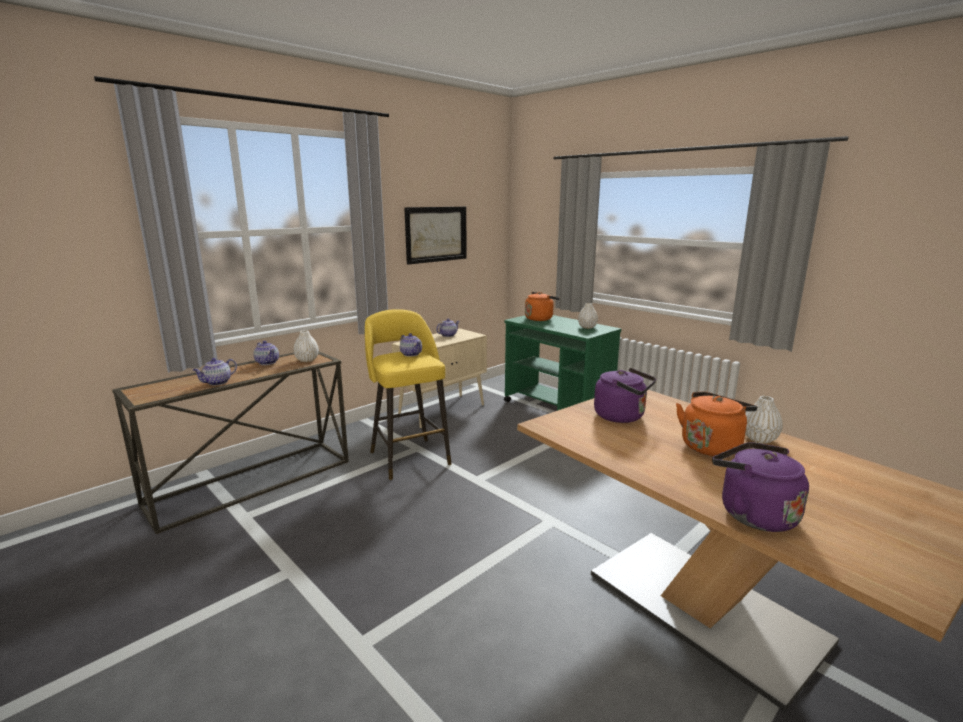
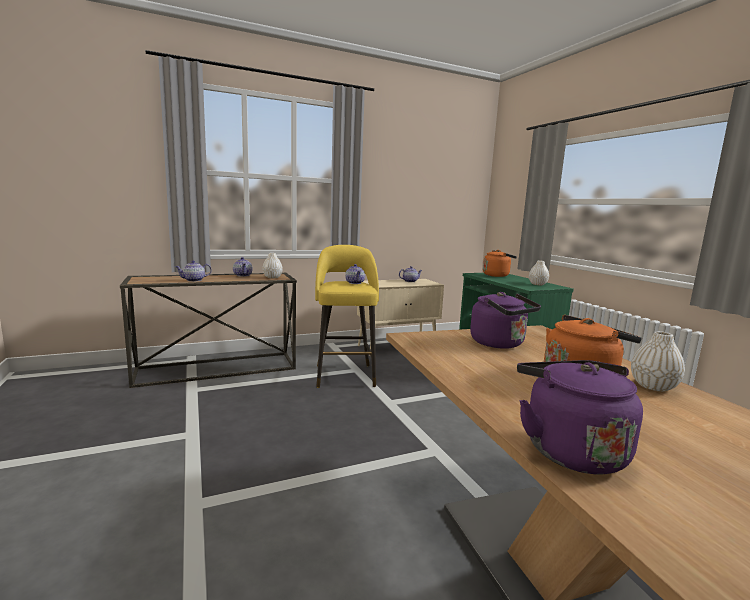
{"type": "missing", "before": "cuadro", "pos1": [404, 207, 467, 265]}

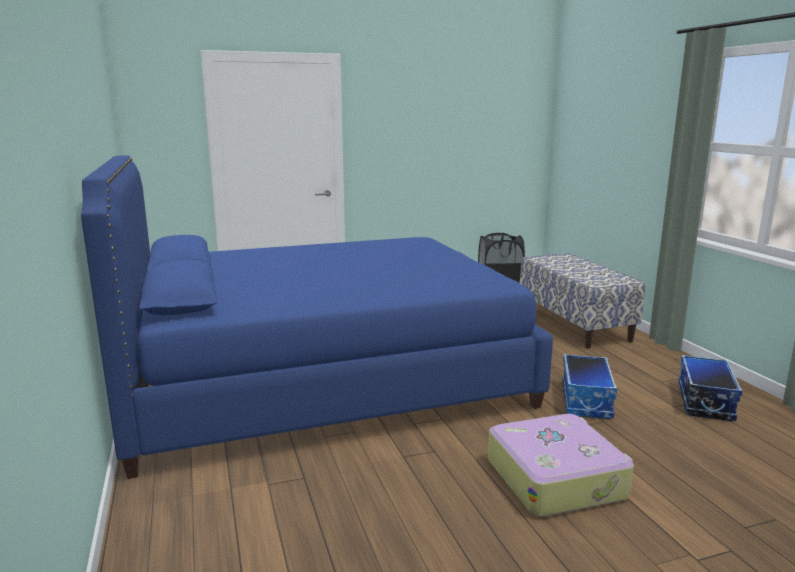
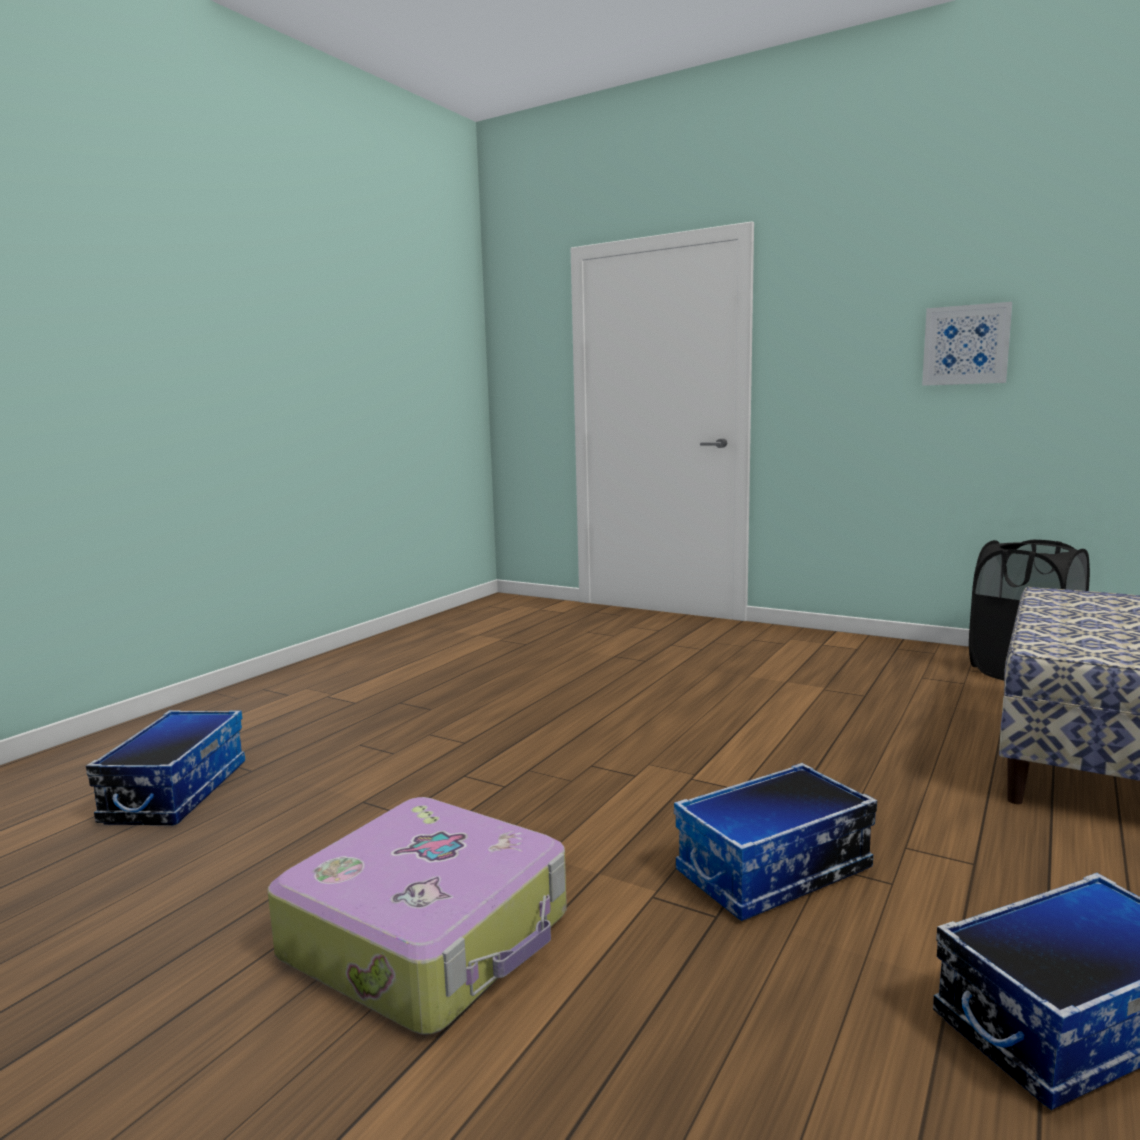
{"type": "appeared", "after": "caja de almacenaje", "pos2": [86, 710, 245, 825]}
{"type": "appeared", "after": "cuadro", "pos2": [922, 302, 1012, 386]}
{"type": "missing", "before": "cama (azul)", "pos1": [81, 156, 553, 479]}

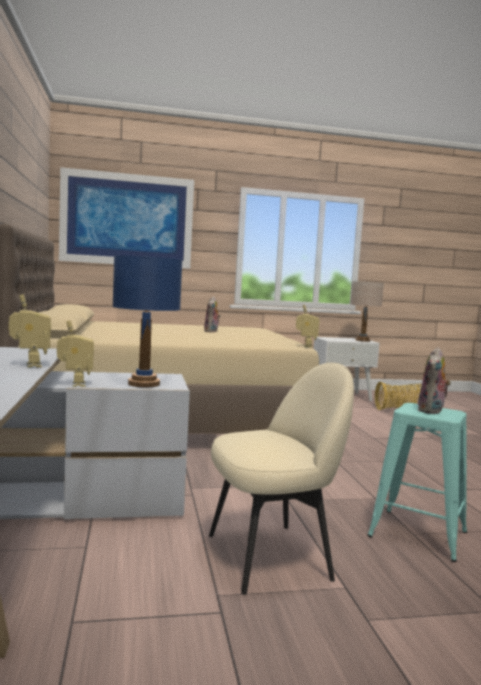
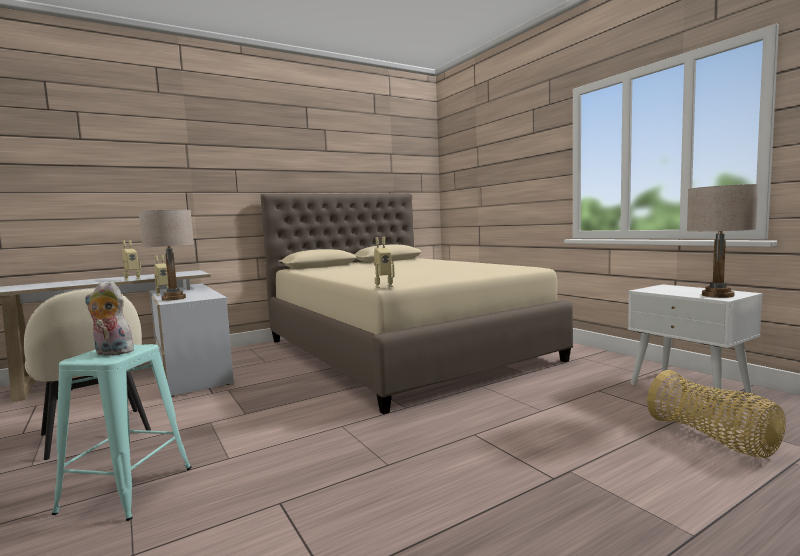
{"type": "colour", "before": "lámpara de mesa (azul)", "after": "lámpara de mesa (beis)", "pos1": [112, 255, 183, 387], "pos2": [138, 210, 194, 301]}
{"type": "missing", "before": "cuadro", "pos1": [59, 167, 194, 269]}
{"type": "missing", "before": "peluche", "pos1": [204, 296, 221, 332]}

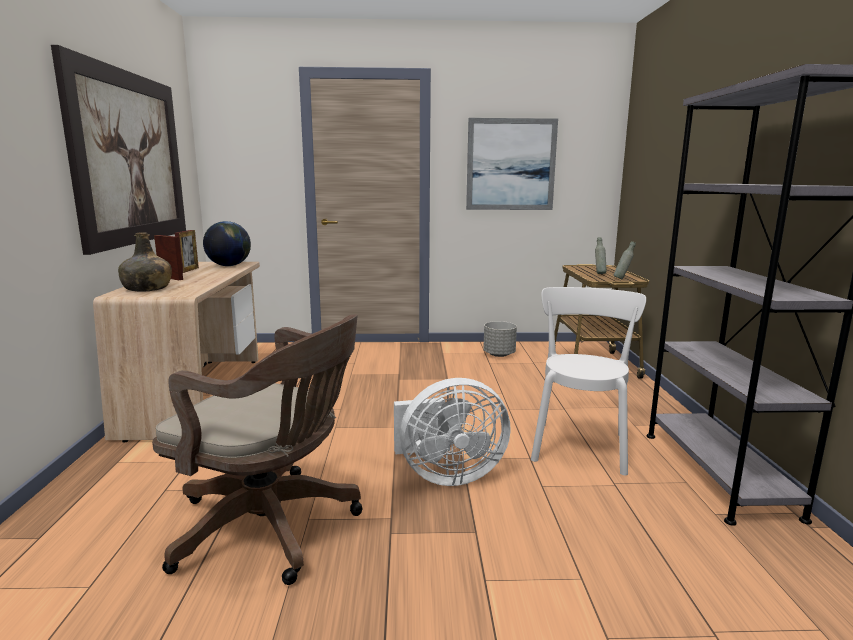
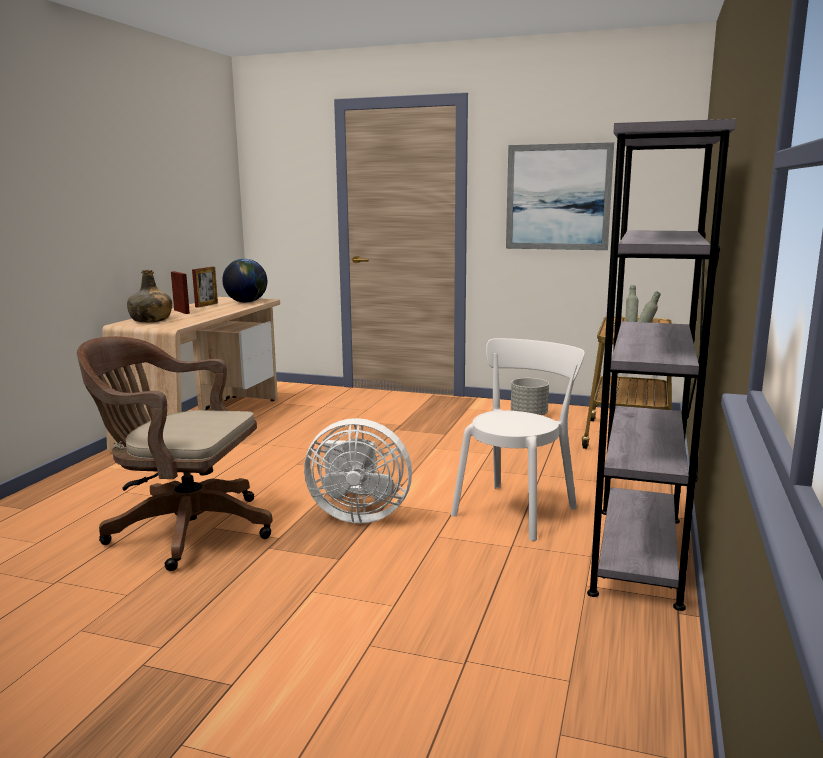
{"type": "spun", "before": "silla de oficina (marrón)", "pos1": [152, 314, 363, 585], "pos2": [77, 336, 273, 571], "turn": 150}
{"type": "missing", "before": "cuadro", "pos1": [51, 45, 186, 255]}

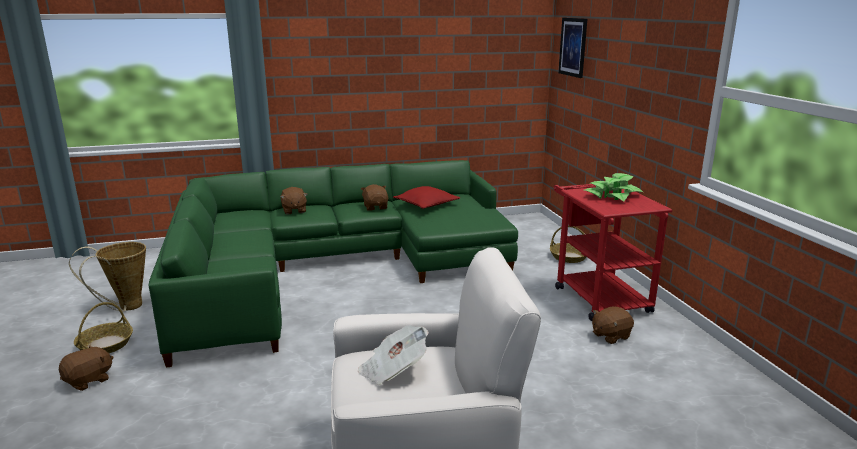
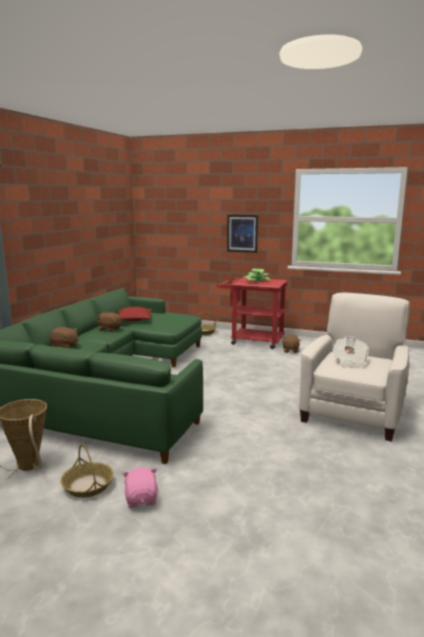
{"type": "colour", "before": "peluche (marrón)", "after": "peluche (rosa)", "pos1": [59, 345, 113, 391], "pos2": [122, 467, 158, 508]}
{"type": "relocated", "before": "cuadro", "pos1": [558, 18, 587, 78], "pos2": [227, 215, 258, 253]}

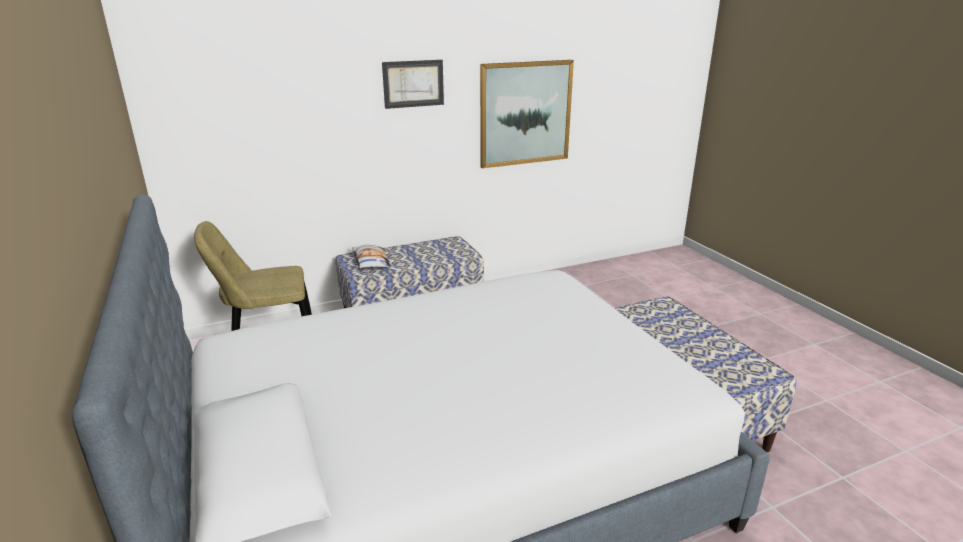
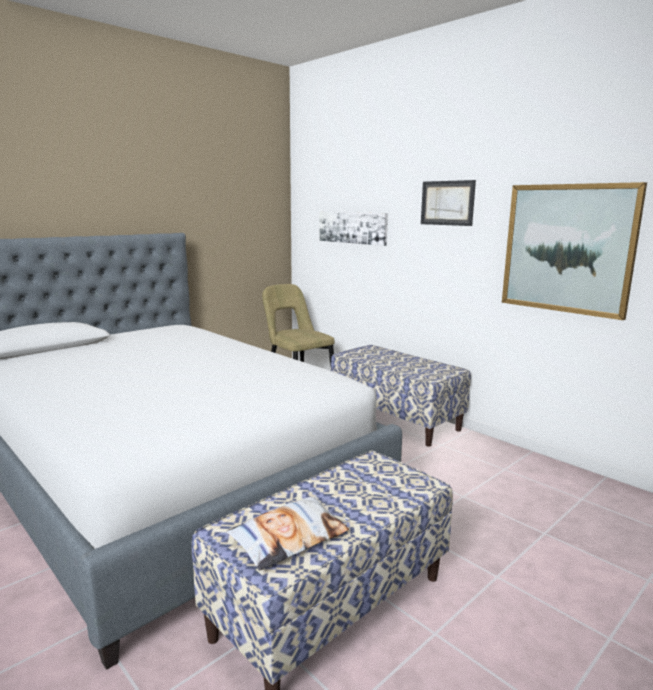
{"type": "relocated", "before": "cojín", "pos1": [352, 245, 391, 268], "pos2": [226, 496, 349, 571]}
{"type": "appeared", "after": "cuadro", "pos2": [319, 212, 388, 246]}

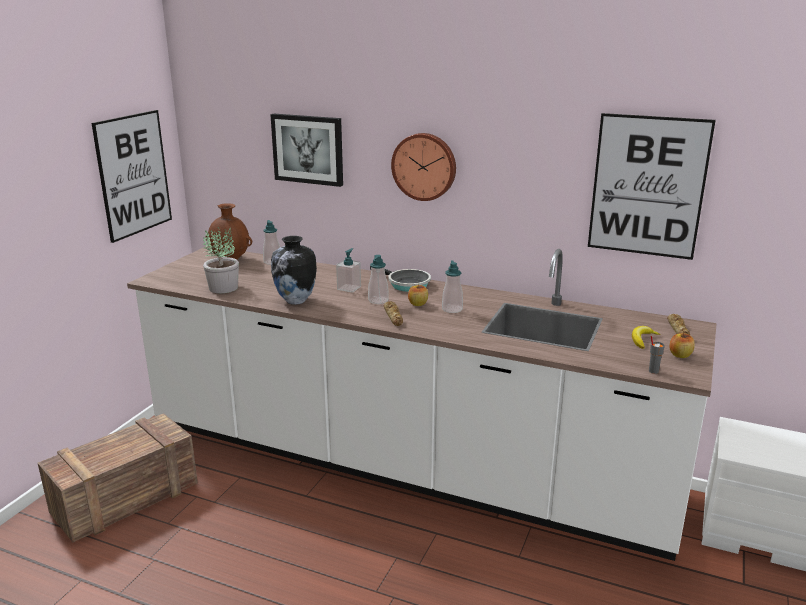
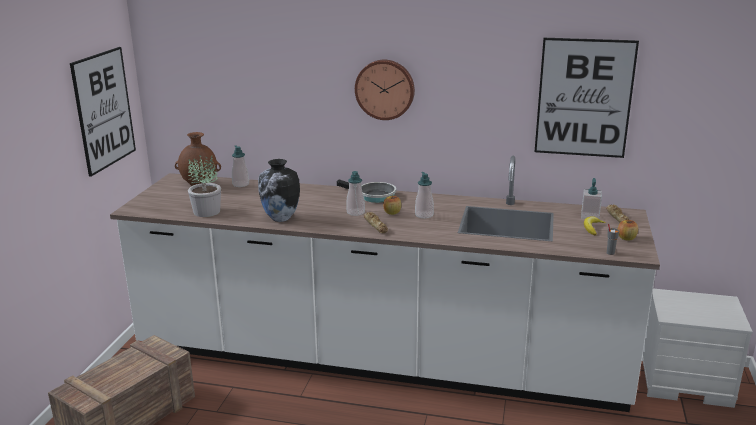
{"type": "relocated", "before": "dispensador de jabón", "pos1": [336, 248, 361, 293], "pos2": [581, 178, 602, 219]}
{"type": "missing", "before": "cuadro", "pos1": [270, 114, 343, 187]}

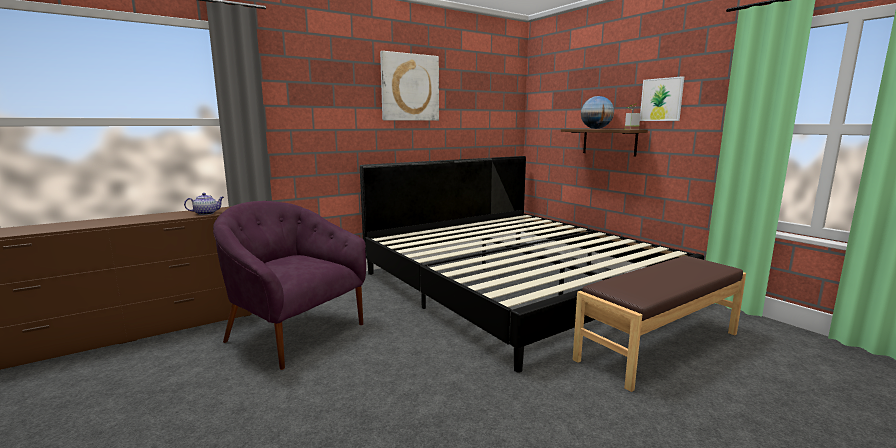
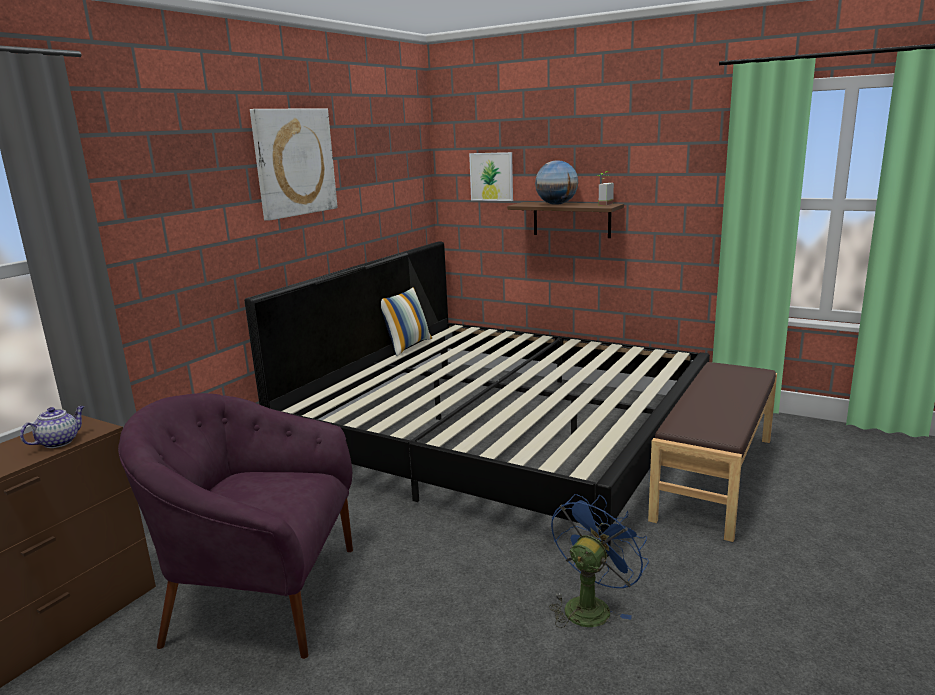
{"type": "appeared", "after": "cojín", "pos2": [381, 287, 432, 356]}
{"type": "relocated", "before": "cuadro", "pos1": [640, 76, 684, 121], "pos2": [469, 152, 513, 201]}
{"type": "appeared", "after": "ventilador (azul)", "pos2": [549, 494, 649, 628]}

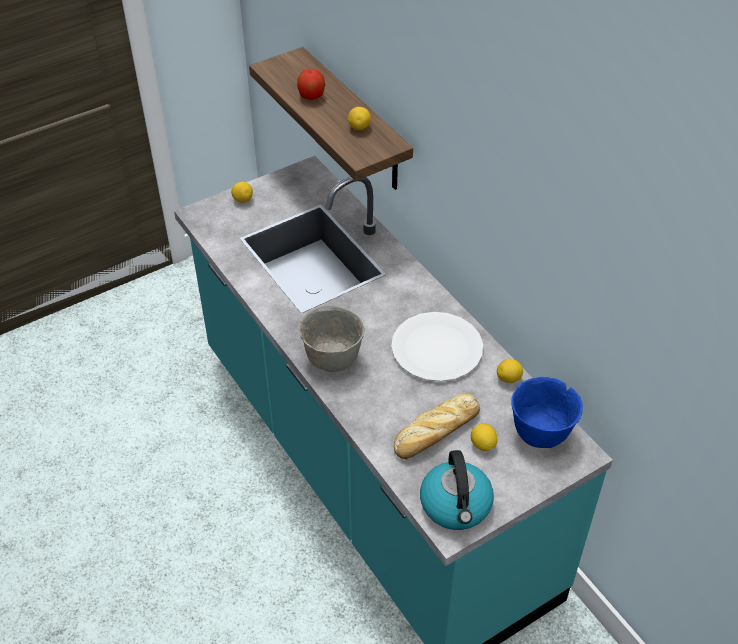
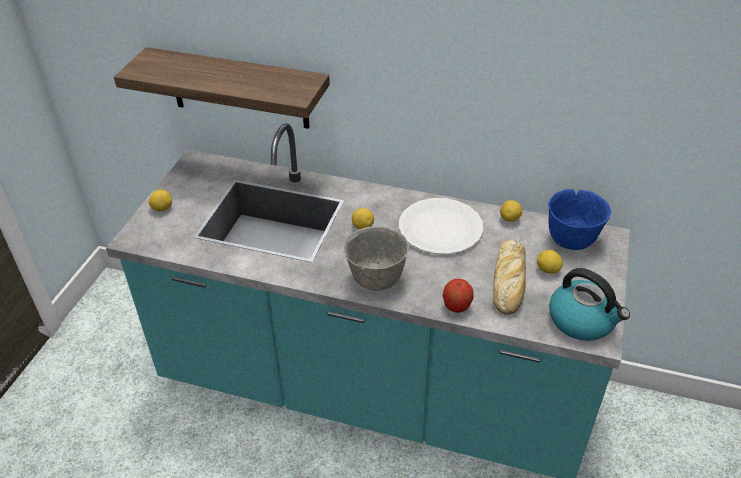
{"type": "relocated", "before": "limón", "pos1": [348, 107, 371, 130], "pos2": [352, 208, 374, 229]}
{"type": "relocated", "before": "manzana", "pos1": [297, 69, 325, 100], "pos2": [442, 279, 474, 313]}

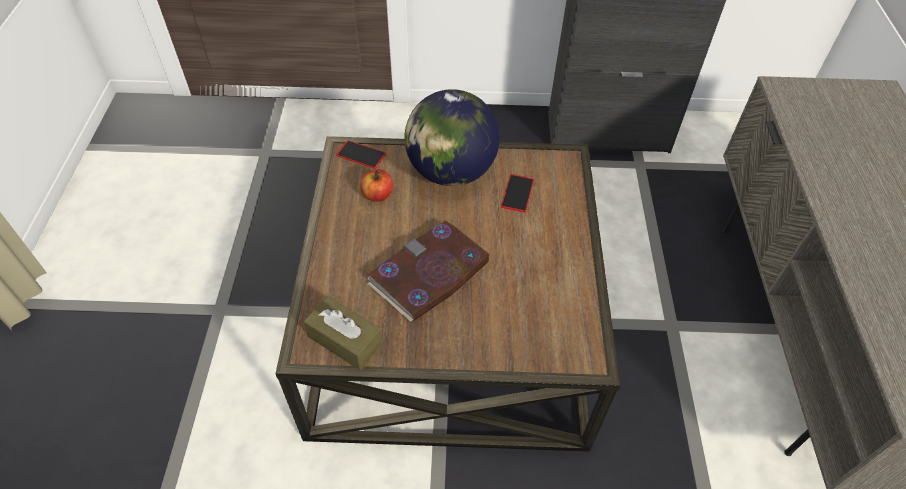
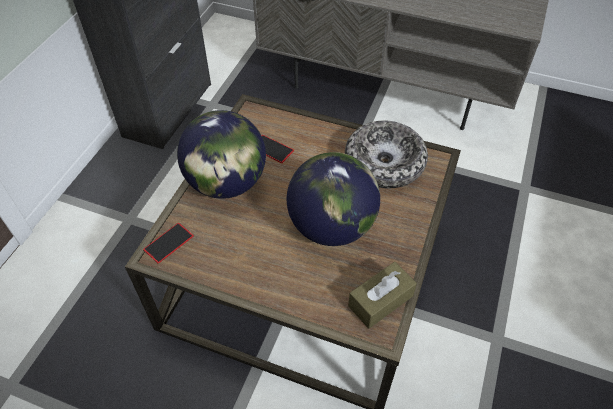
{"type": "exchanged", "before": "libro", "after": "globo terráqueo", "pos1": [367, 220, 490, 322], "pos2": [287, 152, 380, 246]}
{"type": "appeared", "after": "cuenco", "pos2": [345, 121, 428, 188]}
{"type": "missing", "before": "manzana", "pos1": [360, 169, 393, 202]}

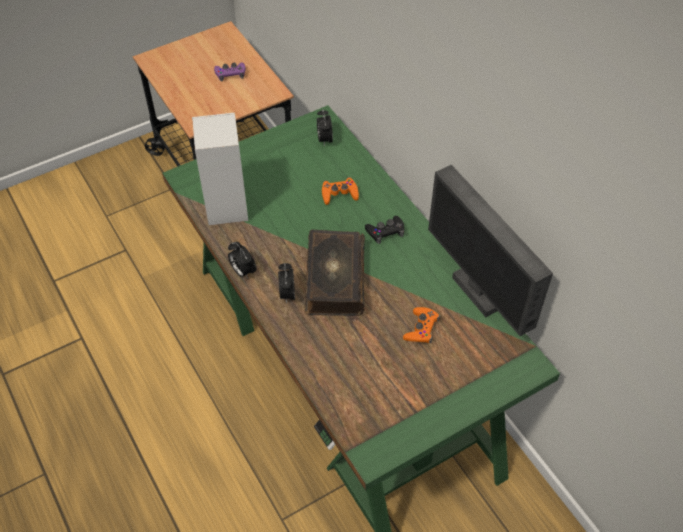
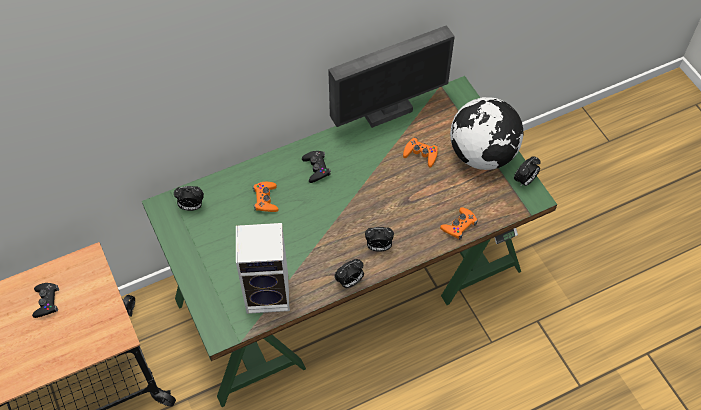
{"type": "colour", "before": "mando de consola (morado)", "after": "mando de consola (negro)", "pos1": [214, 62, 246, 81], "pos2": [32, 283, 59, 318]}
{"type": "appeared", "after": "mando de consola (naranja)", "pos2": [440, 207, 478, 240]}
{"type": "appeared", "after": "globo terráqueo", "pos2": [450, 97, 524, 170]}
{"type": "appeared", "after": "despertador", "pos2": [514, 156, 541, 187]}
{"type": "missing", "before": "libro", "pos1": [305, 229, 365, 316]}

